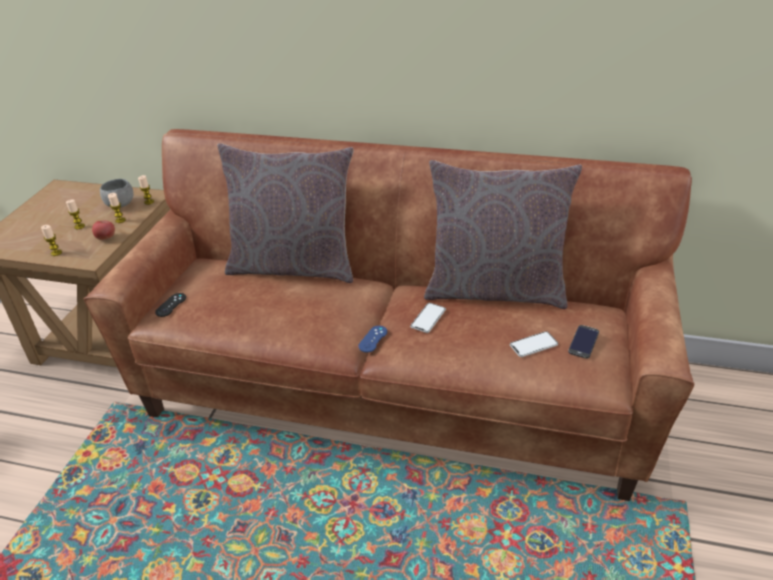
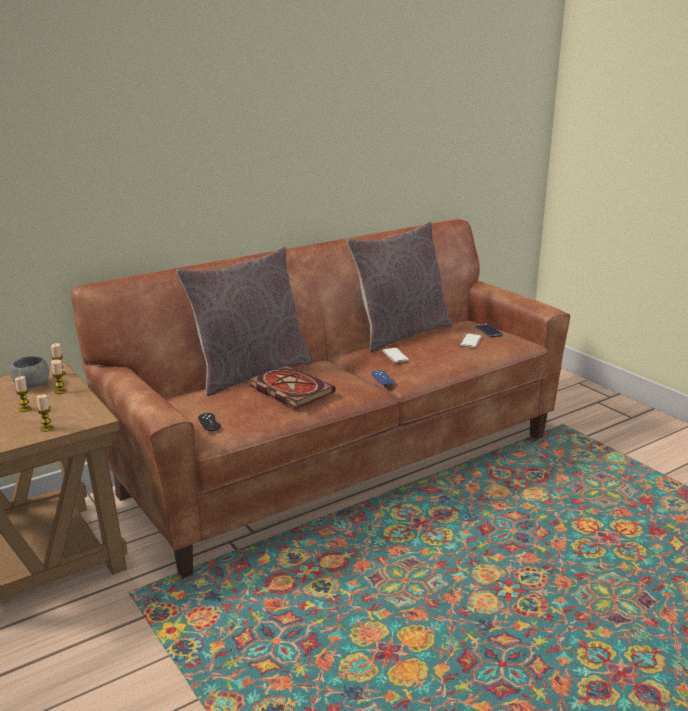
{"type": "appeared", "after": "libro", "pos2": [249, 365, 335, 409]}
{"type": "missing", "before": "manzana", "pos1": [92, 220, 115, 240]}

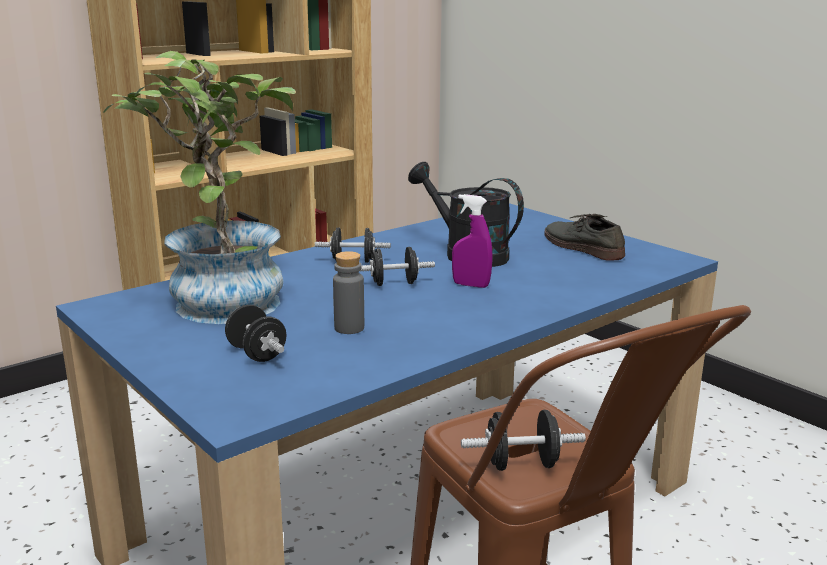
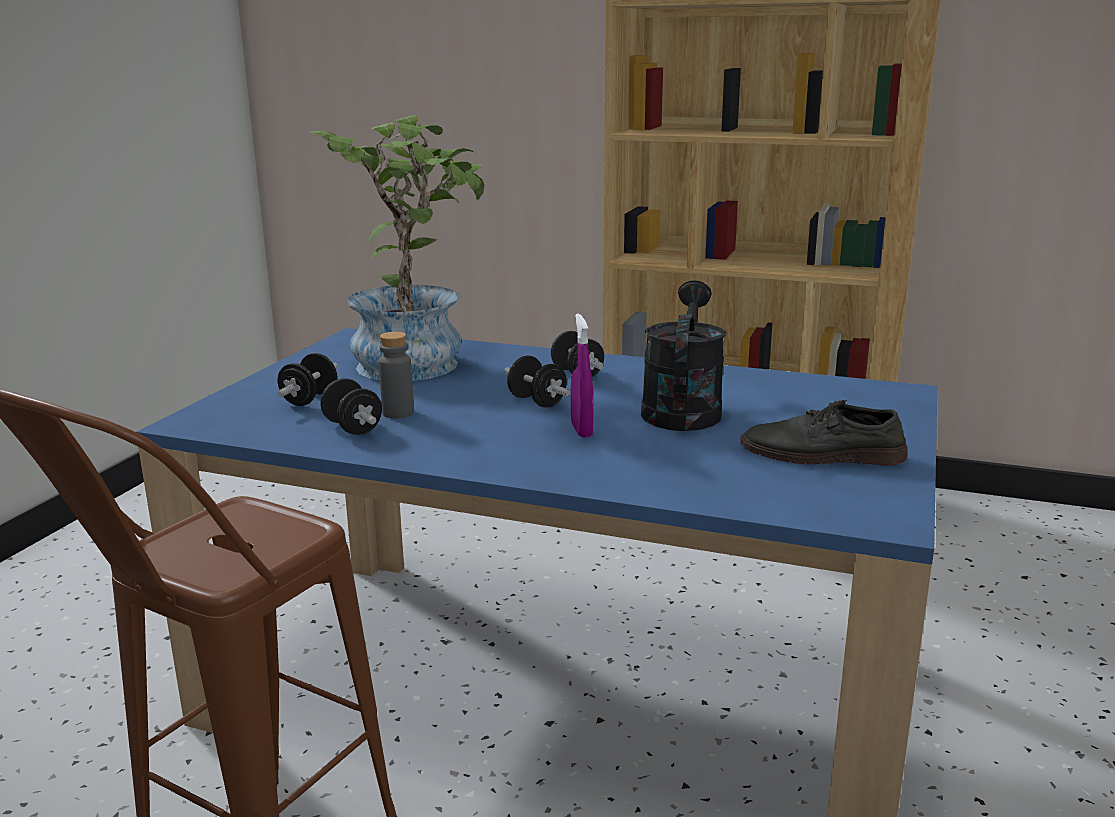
{"type": "relocated", "before": "mancuerna (negro)", "pos1": [461, 410, 586, 471], "pos2": [320, 378, 382, 435]}
{"type": "spun", "before": "zapato (gris)", "pos1": [544, 214, 625, 261], "pos2": [740, 400, 907, 466], "turn": -105}

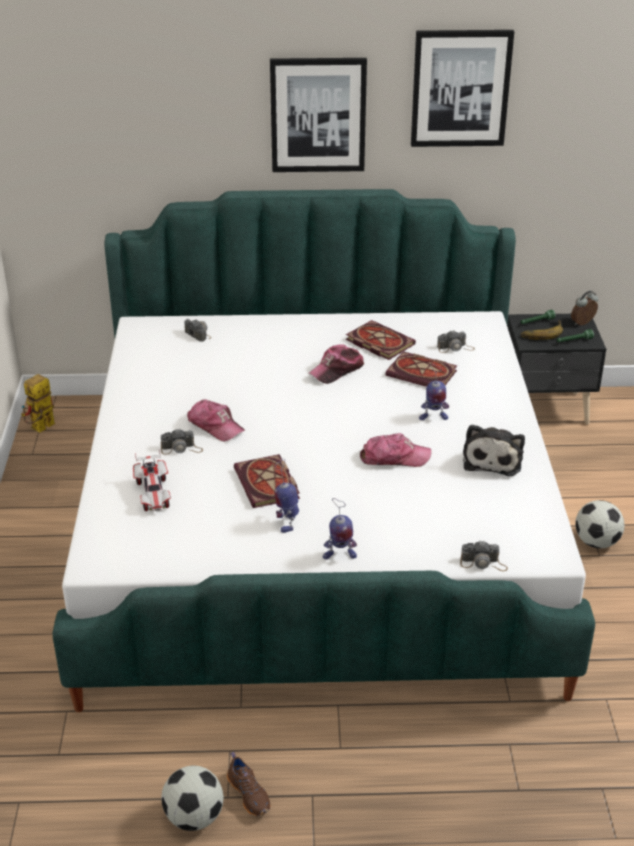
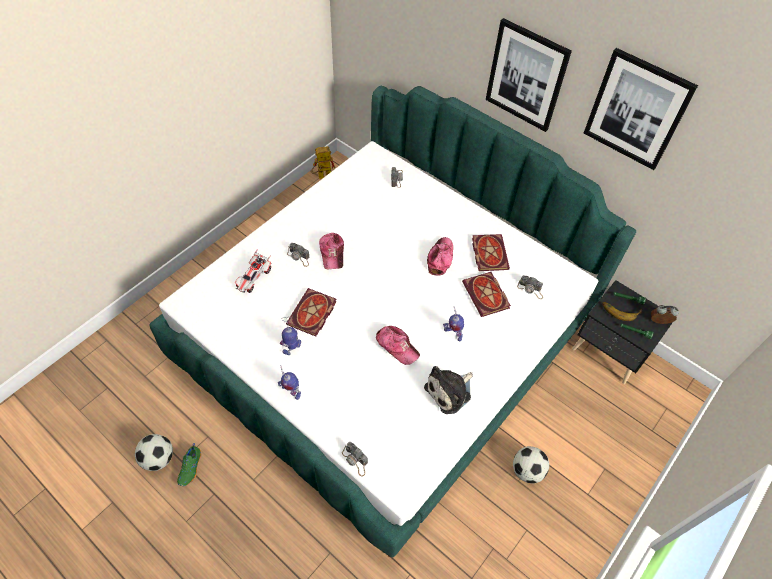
{"type": "colour", "before": "zapato (marrón)", "after": "zapato (verde)", "pos1": [227, 752, 271, 816], "pos2": [177, 443, 201, 486]}
{"type": "spun", "before": "gorra", "pos1": [308, 344, 364, 384], "pos2": [427, 237, 453, 276], "turn": 105}

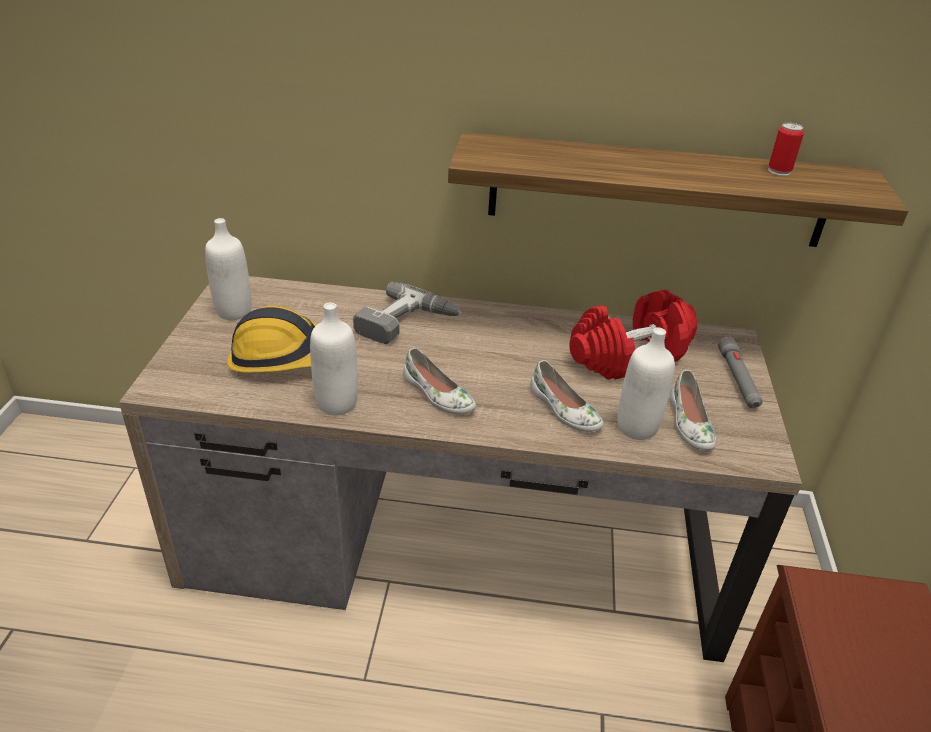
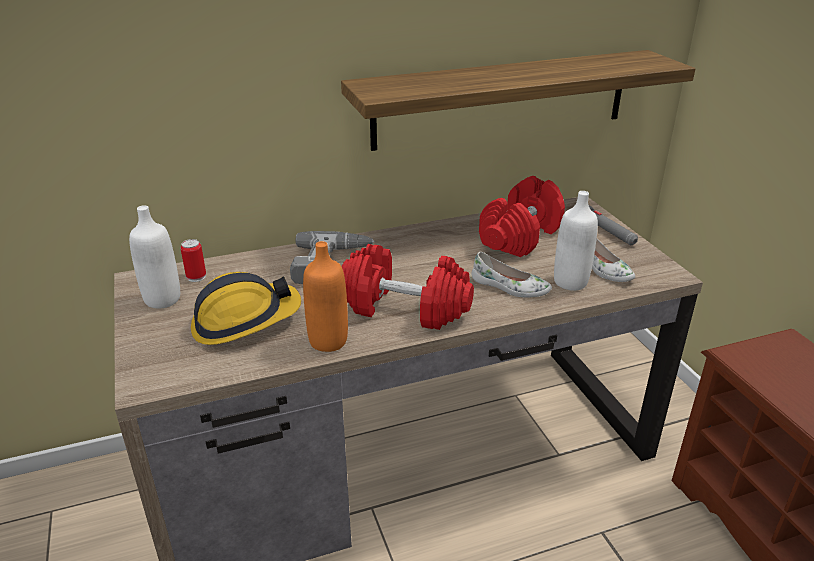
{"type": "relocated", "before": "lata", "pos1": [768, 123, 804, 176], "pos2": [180, 239, 206, 282]}
{"type": "colour", "before": "botella (blanco)", "after": "botella (naranja)", "pos1": [310, 302, 358, 416], "pos2": [303, 241, 348, 352]}
{"type": "exchanged", "before": "zapato (blanco)", "after": "mancuerna (rojo)", "pos1": [403, 348, 476, 415], "pos2": [341, 244, 474, 330]}

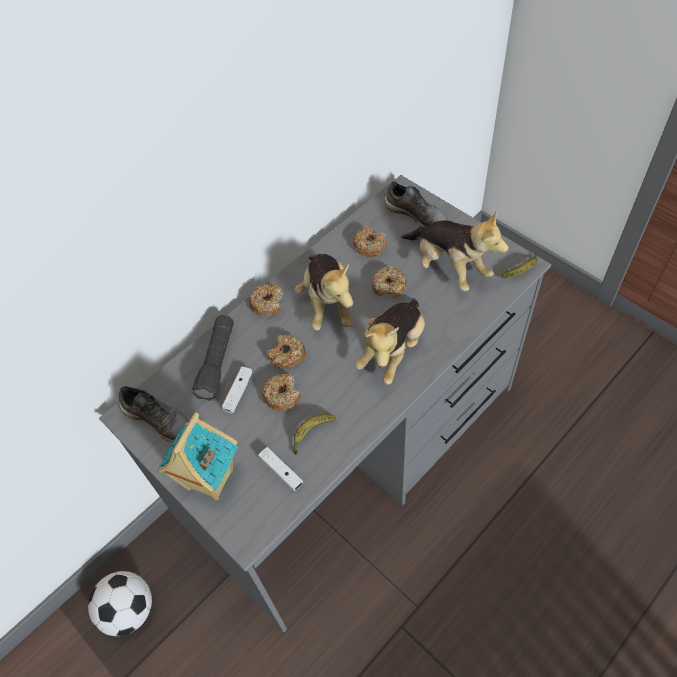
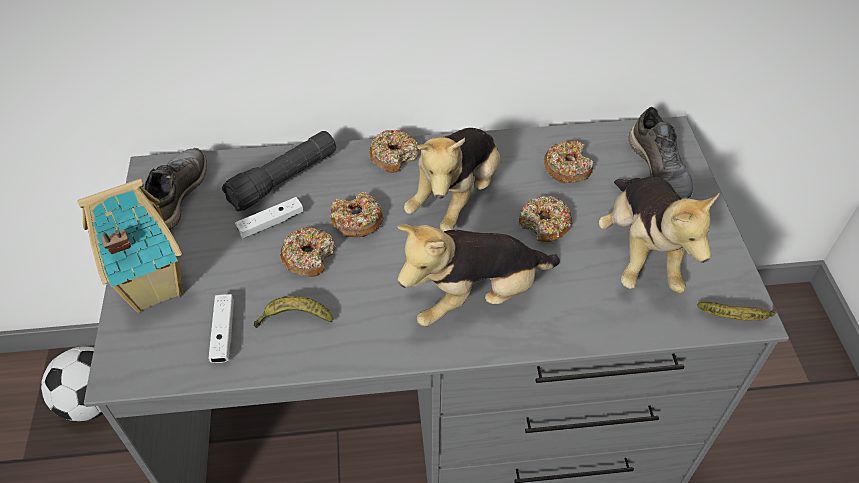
{"type": "spun", "before": "zapato (gris)", "pos1": [119, 386, 190, 442], "pos2": [144, 148, 207, 230], "turn": -150}

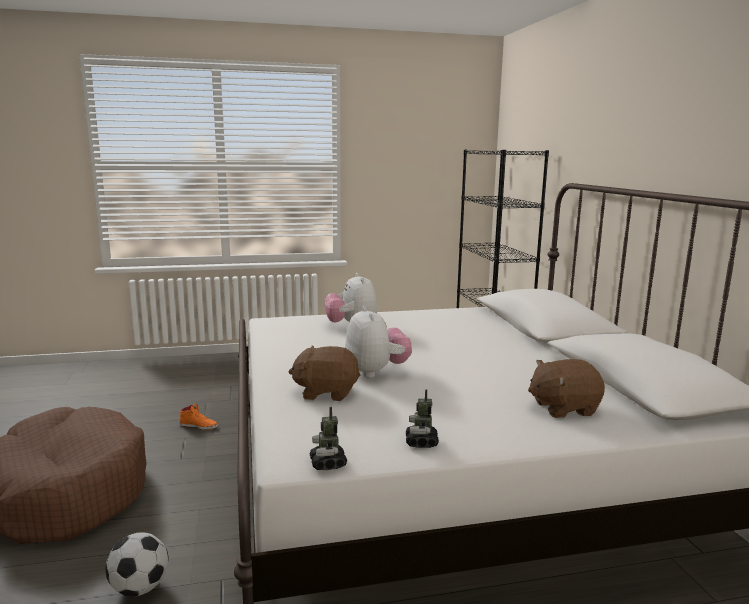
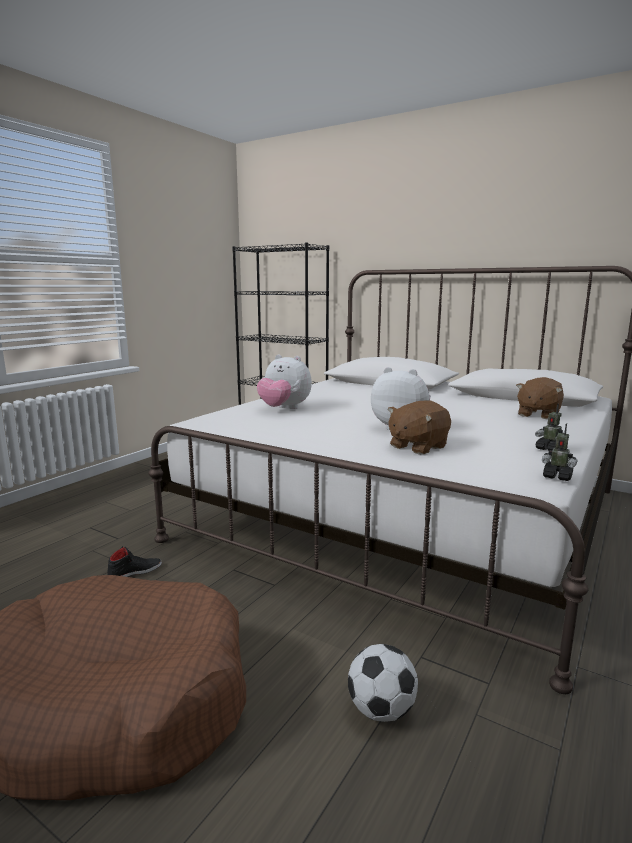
{"type": "colour", "before": "zapato (naranja)", "after": "zapato (negro)", "pos1": [180, 404, 218, 430], "pos2": [107, 546, 162, 577]}

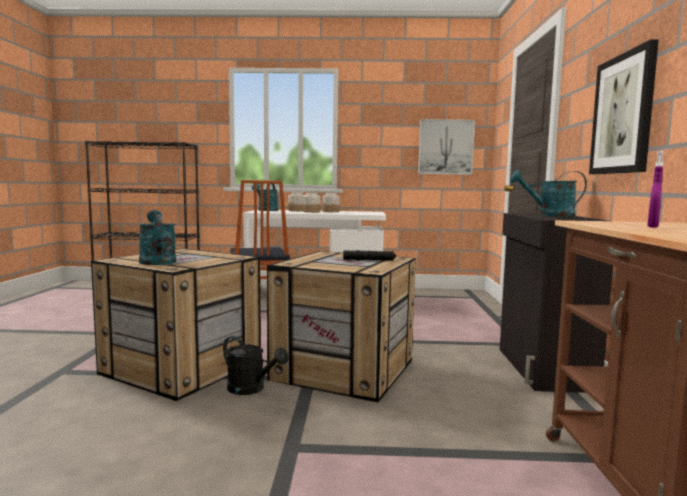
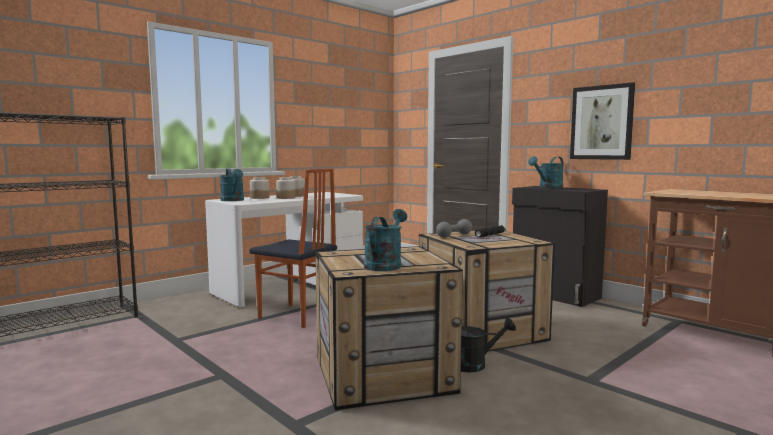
{"type": "spun", "before": "regadera (turquesa)", "pos1": [139, 210, 176, 265], "pos2": [364, 209, 407, 271], "turn": 90}
{"type": "appeared", "after": "mancuerna (gris)", "pos2": [436, 219, 472, 238]}
{"type": "missing", "before": "cuadro", "pos1": [418, 119, 475, 175]}
{"type": "missing", "before": "pulverizador (morado)", "pos1": [647, 150, 663, 227]}

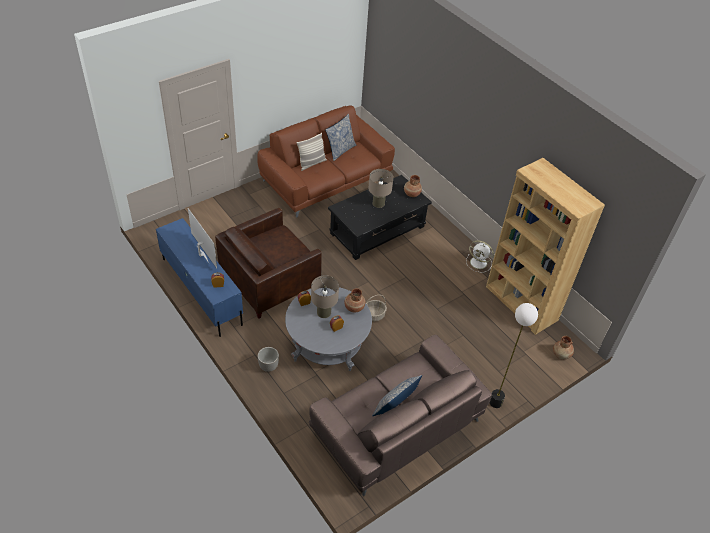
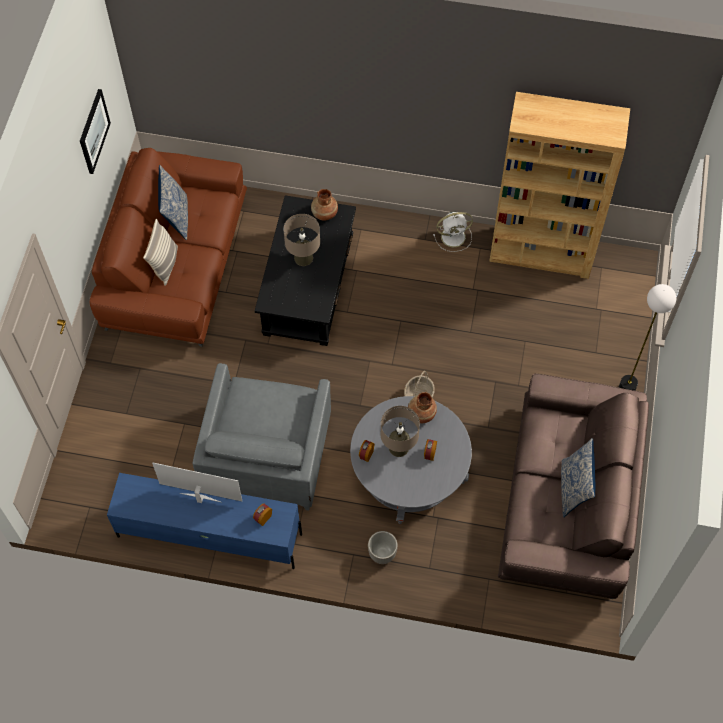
{"type": "appeared", "after": "cuadro", "pos2": [80, 89, 111, 174]}
{"type": "colour", "before": "sillón (marrón)", "after": "sillón (gris)", "pos1": [215, 208, 322, 319], "pos2": [193, 363, 331, 511]}
{"type": "missing", "before": "florero (marrón)", "pos1": [553, 336, 574, 360]}

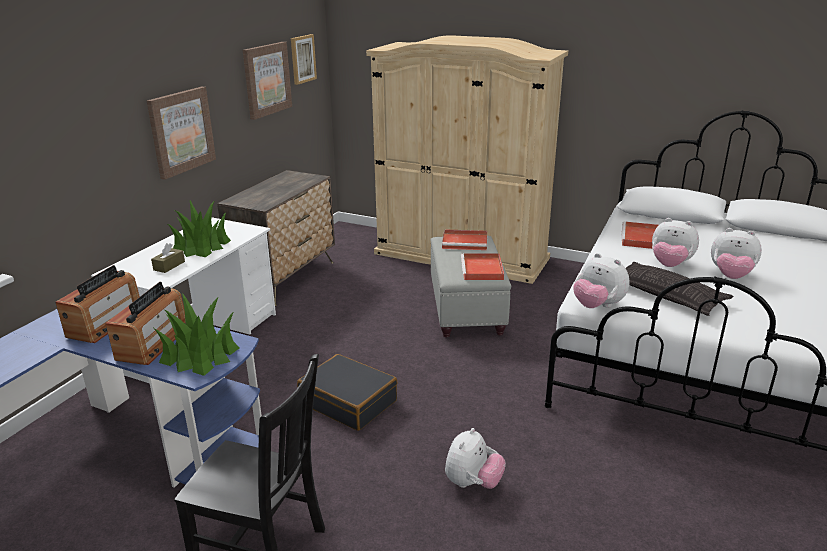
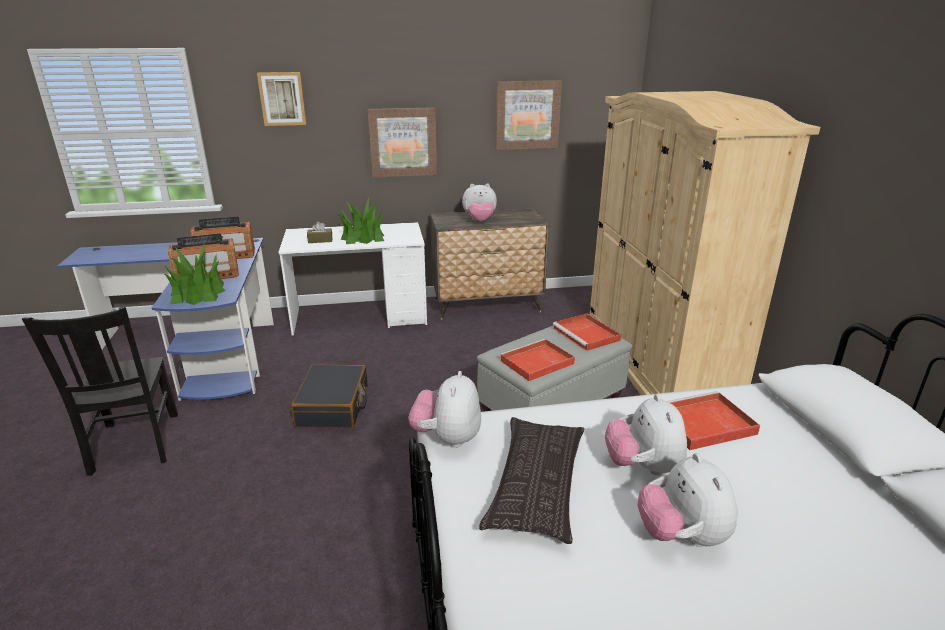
{"type": "relocated", "before": "cuadro", "pos1": [291, 34, 317, 85], "pos2": [257, 72, 306, 126]}
{"type": "relocated", "before": "peluche", "pos1": [445, 428, 506, 489], "pos2": [462, 183, 497, 221]}

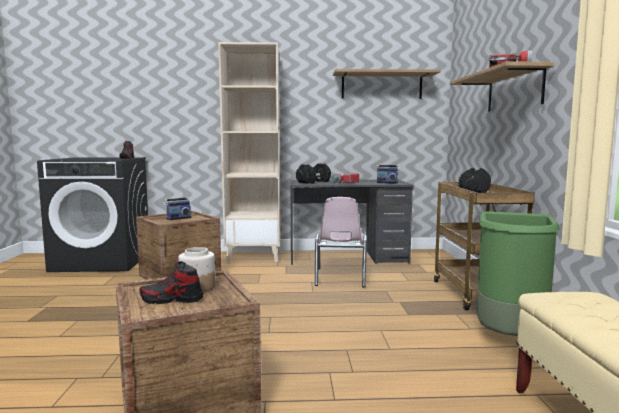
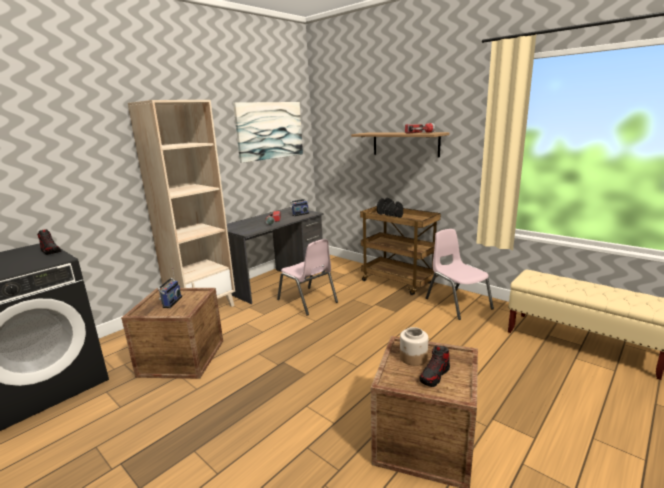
{"type": "exchanged", "before": "estante", "after": "cuadro", "pos1": [333, 69, 441, 99], "pos2": [233, 102, 303, 163]}
{"type": "exchanged", "before": "papelera (verde)", "after": "silla (rosa)", "pos1": [477, 211, 560, 336], "pos2": [426, 229, 494, 320]}
{"type": "missing", "before": "mancuerna (negro)", "pos1": [296, 163, 331, 184]}

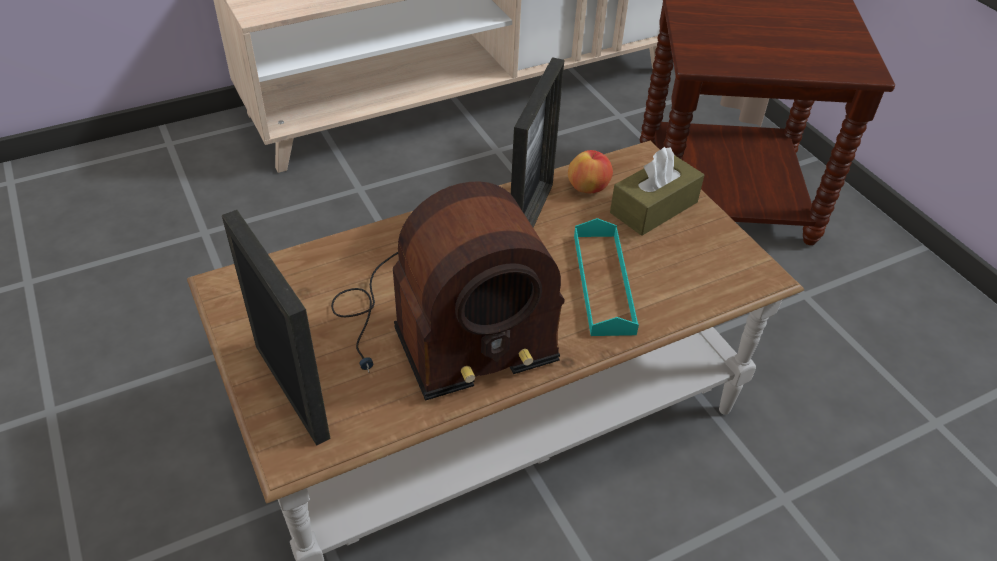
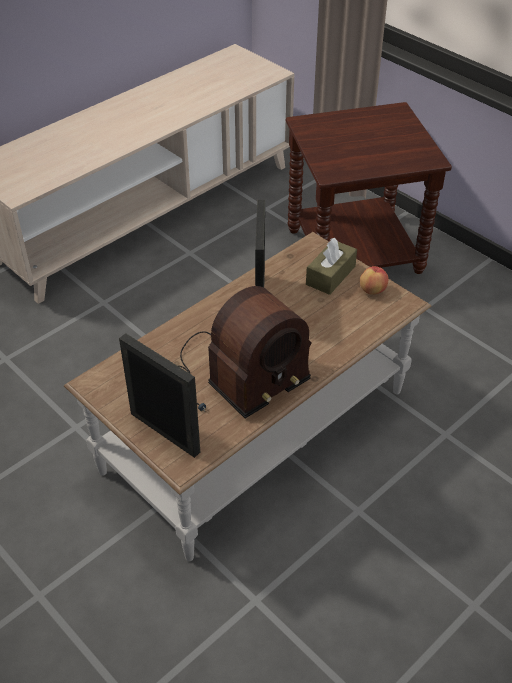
{"type": "relocated", "before": "manzana", "pos1": [568, 150, 613, 193], "pos2": [360, 266, 389, 294]}
{"type": "missing", "before": "bandeja (turquesa)", "pos1": [574, 218, 639, 336]}

